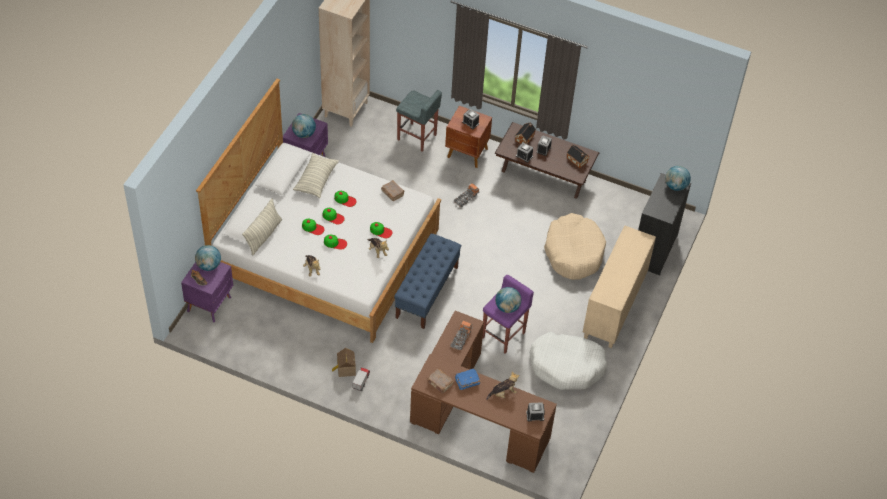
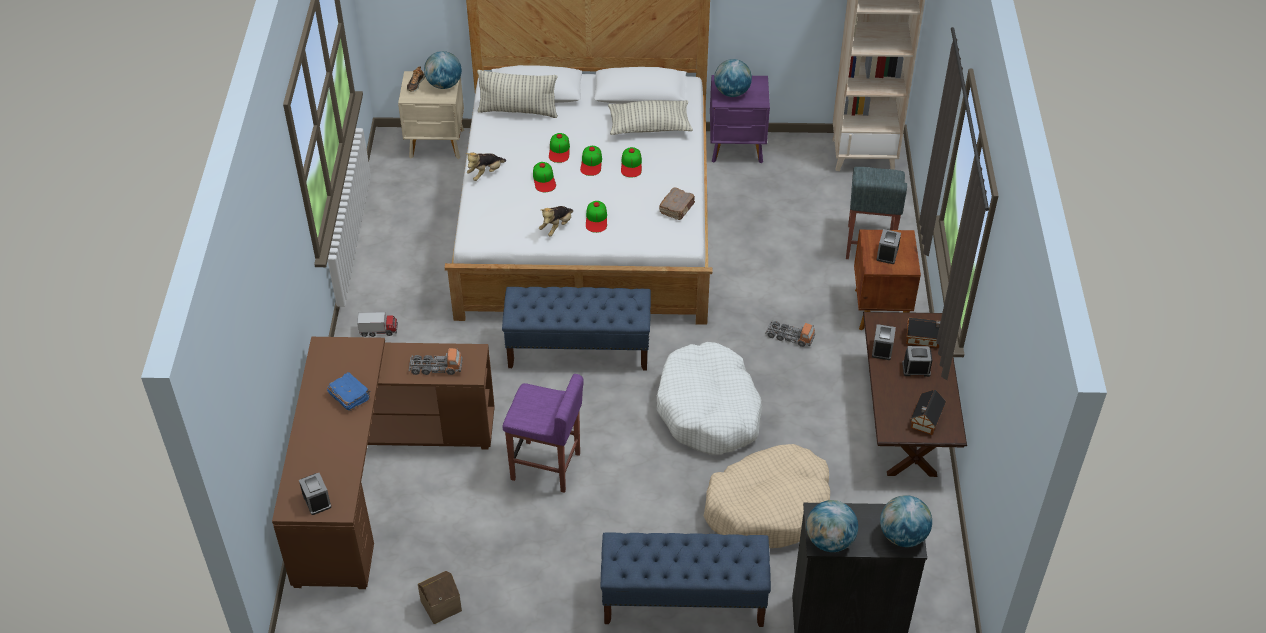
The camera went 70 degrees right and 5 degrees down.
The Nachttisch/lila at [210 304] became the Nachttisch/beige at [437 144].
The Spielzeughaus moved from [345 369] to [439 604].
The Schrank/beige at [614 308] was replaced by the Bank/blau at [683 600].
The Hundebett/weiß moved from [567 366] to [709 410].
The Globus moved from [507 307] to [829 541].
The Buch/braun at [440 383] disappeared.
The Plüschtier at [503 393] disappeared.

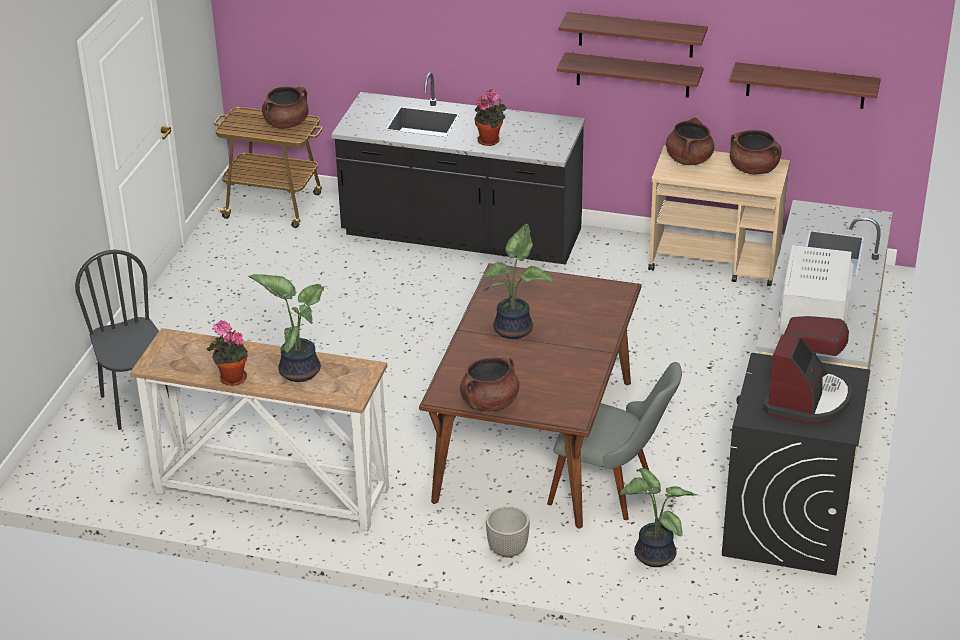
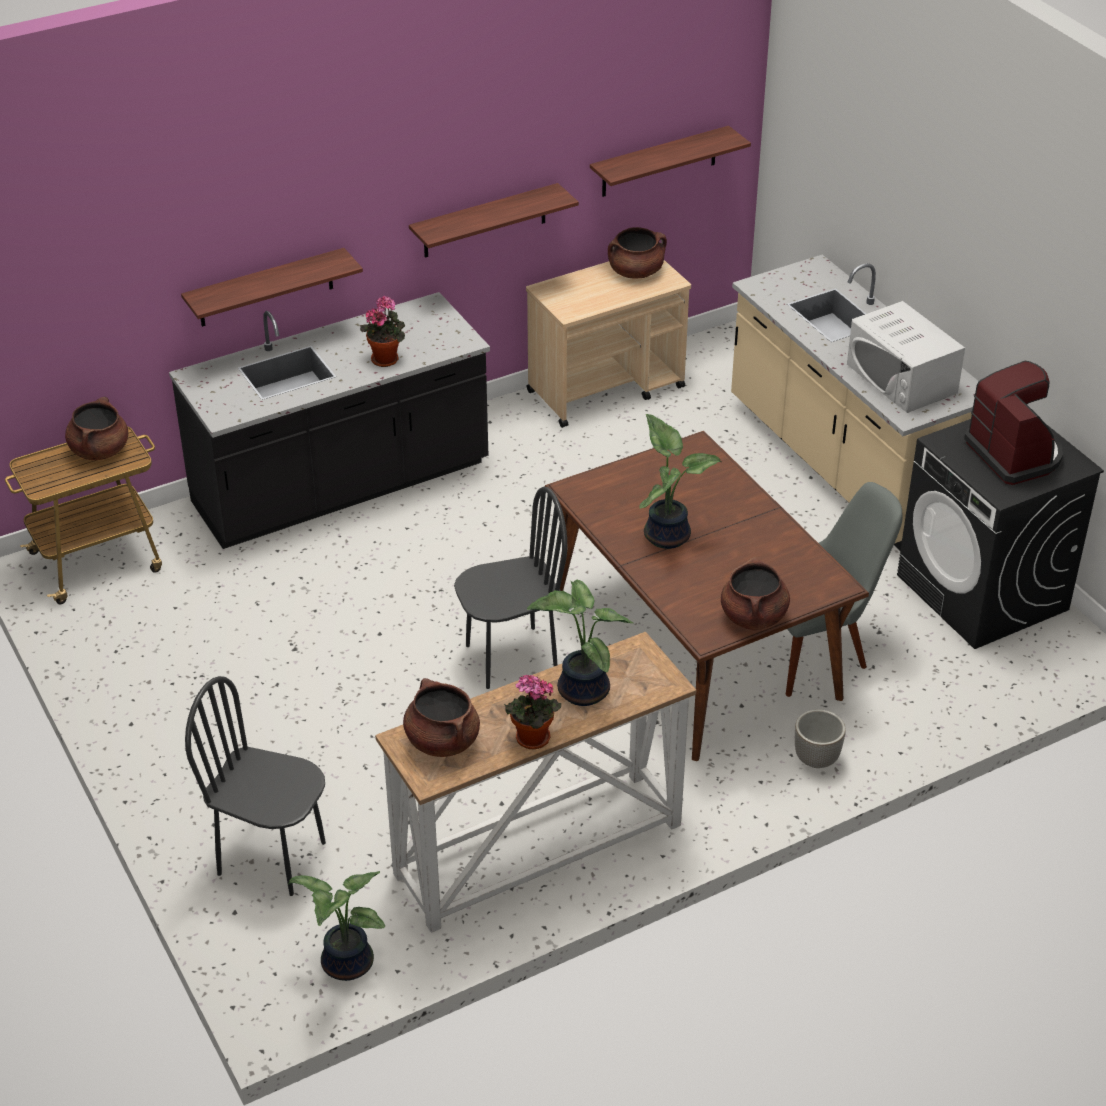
The camera went 45 degrees left and 5 degrees up.
The Wandregal moved from [636 35] to [265 288].
The Topfpflanze moved from [652 555] to [344 964].
The Kochtopf/braun moved from [689 159] to [442 741].
The Stuhl/schwarz at [511 658] appeared.

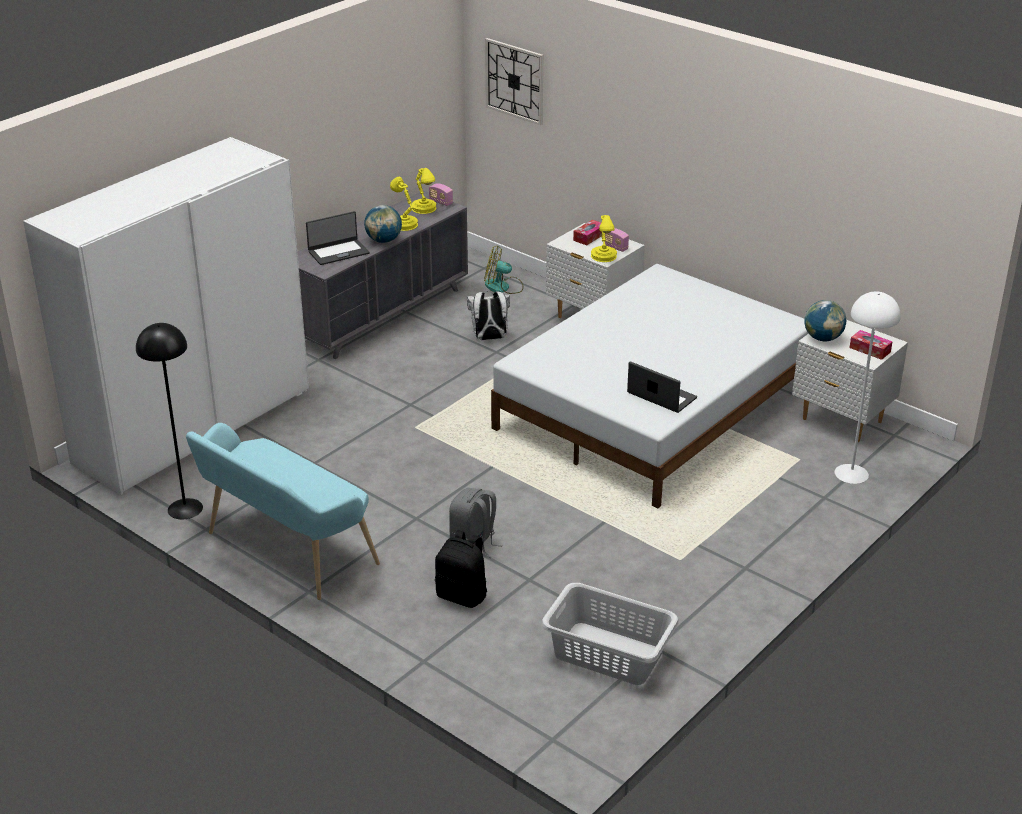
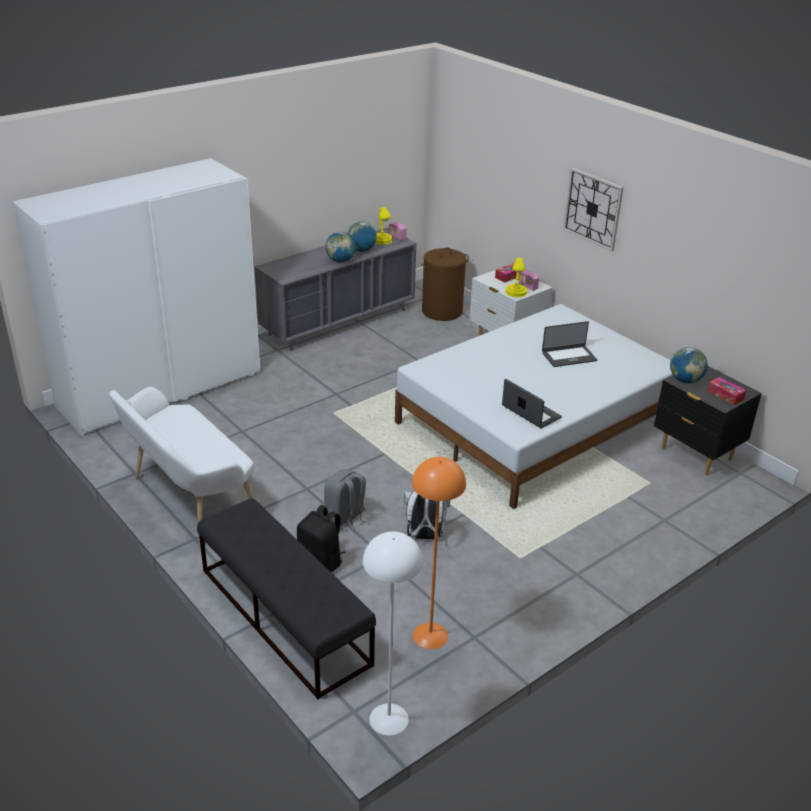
The camera went 10 degrees right and 0 degrees up.
The Bank/türkis at [284 551] became the Bank/weiß at [189 501].
The Bank/schwarz at [283 615] appeared.
The Tischlampe/gelb at [404 224] was replaced by the Globus at [361 250].
The Stehlampe/weiß moved from [851 474] to [389 719].
The Rucksack/weiß moved from [489 338] to [424 536].
The Wäschekorb/grau at [608 653] was replaced by the Stehlampe/orange at [430 635].
The Ventilator at [503 287] was replaced by the Wäschekorb/braun at [442 311].
The Laptop moved from [338 252] to [568 356].
The Wanduhr moved from [514 81] to [593 209].
The Nachttisch/weiß at [841 421] became the Nachttisch/schwarz at [695 454].
The Stehlampe/schwarz at [184 508] disappeared.

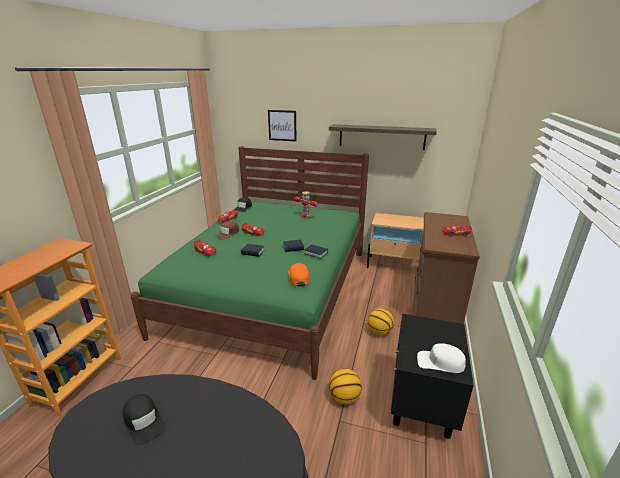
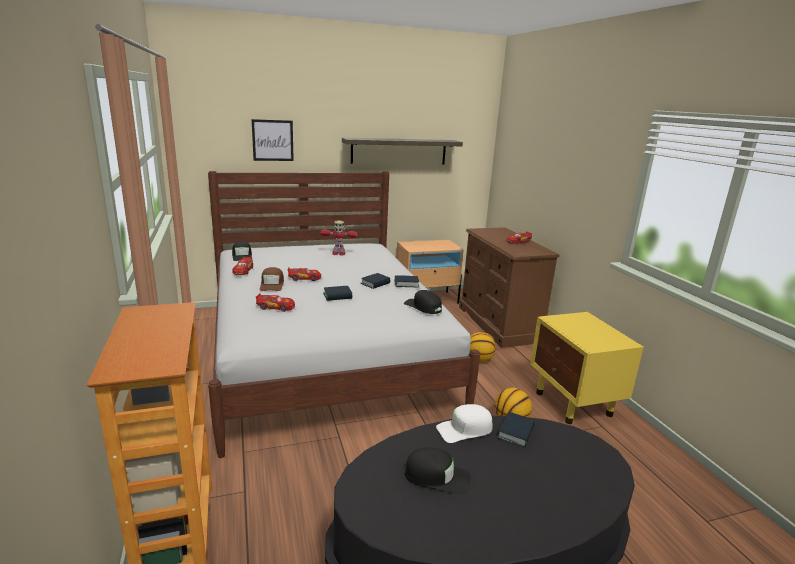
The camera went 35 degrees left and 5 degrees down.
The Bett/grün at [272 289] became the Bett/weiß at [324 354].
The Kappe/orange at [298 277] became the Kappe/schwarz at [423 307].
The Kappe/weiß moved from [440 362] to [465 429].
The Buch at [516 433] appeared.
The Nachttisch/schwarz at [421 408] became the Nachttisch/gelb at [574 404].

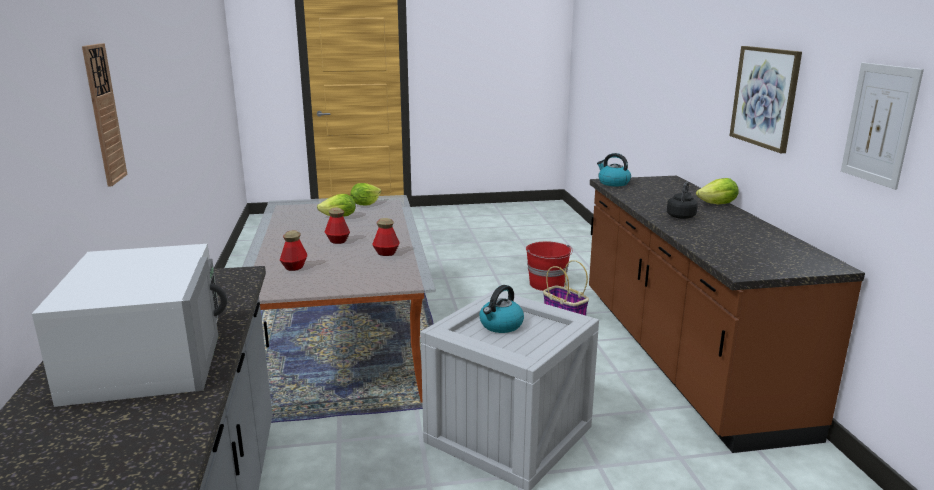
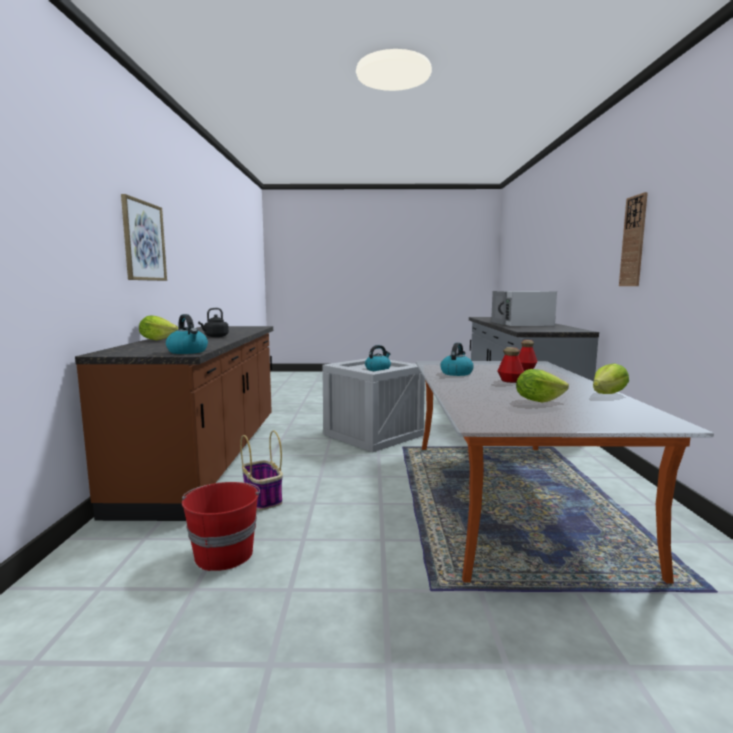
The camera went 170 degrees left and 10 degrees down.
The Flasche at [386 253] was replaced by the Wasserkessel at [456 373].
The Salatkopf moved from [365 204] to [608 394].
The Bild at [879 124] disappeared.

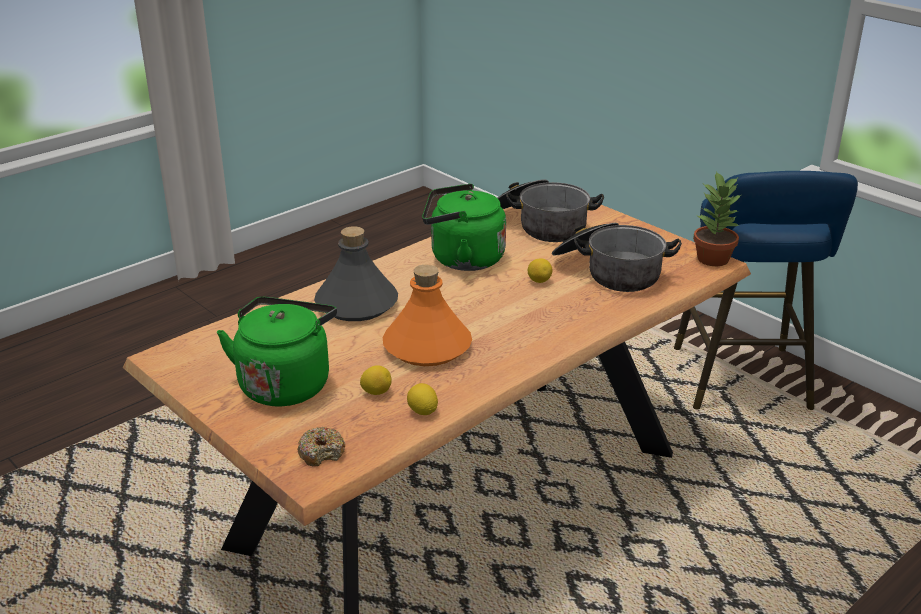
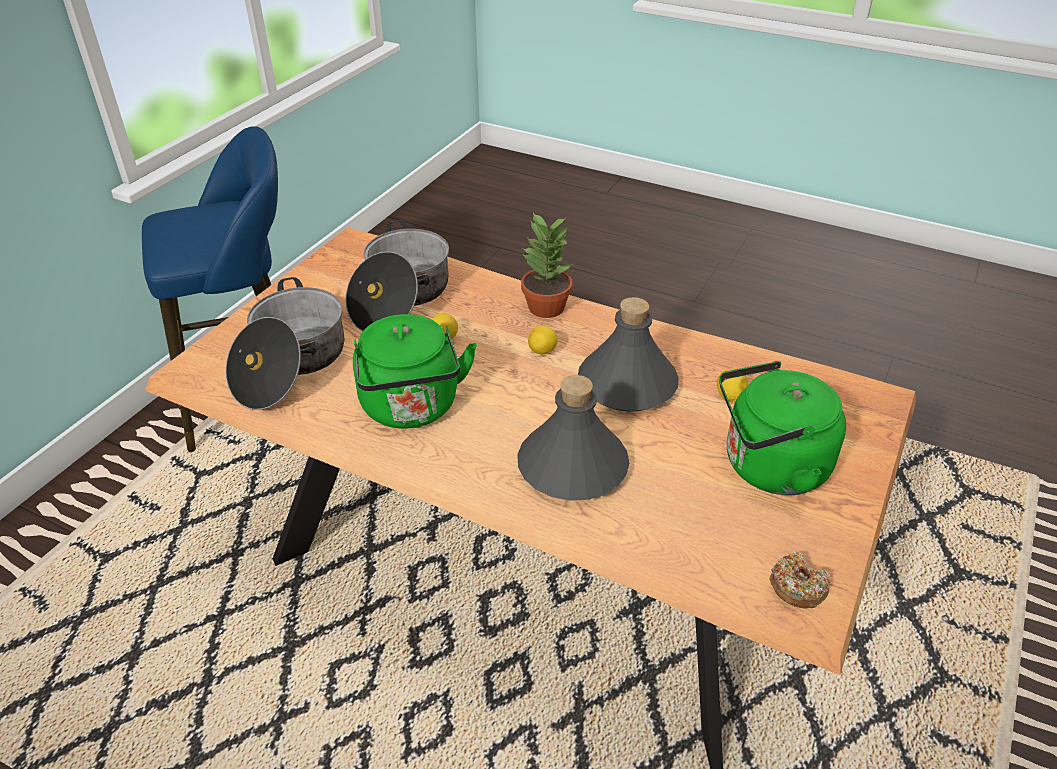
The camera went 110 degrees left and 10 degrees up.
The Topfpflanze moved from [713 258] to [545 307].
The Zitrone moved from [422 411] to [543 351].
The Flasche/orange at [427 346] became the Flasche/grau at [626 385].
The Donut moved from [322 453] to [797 587].

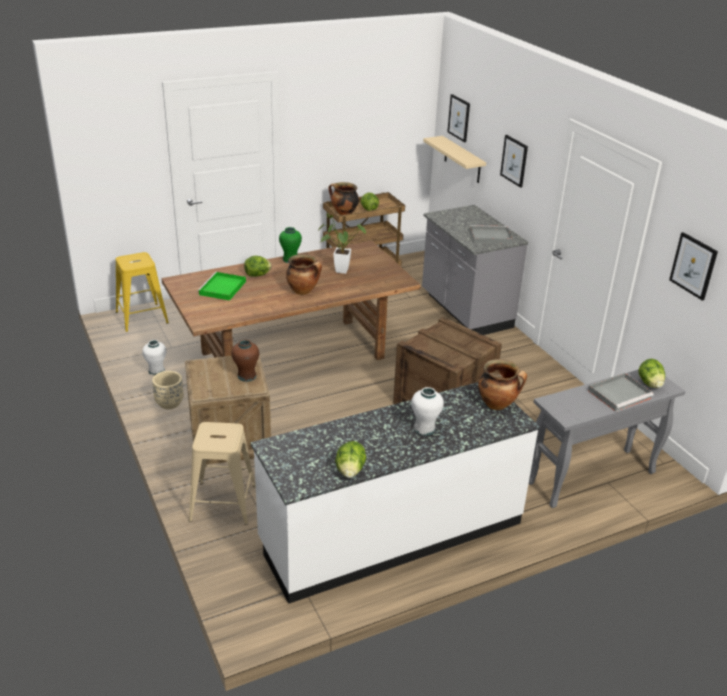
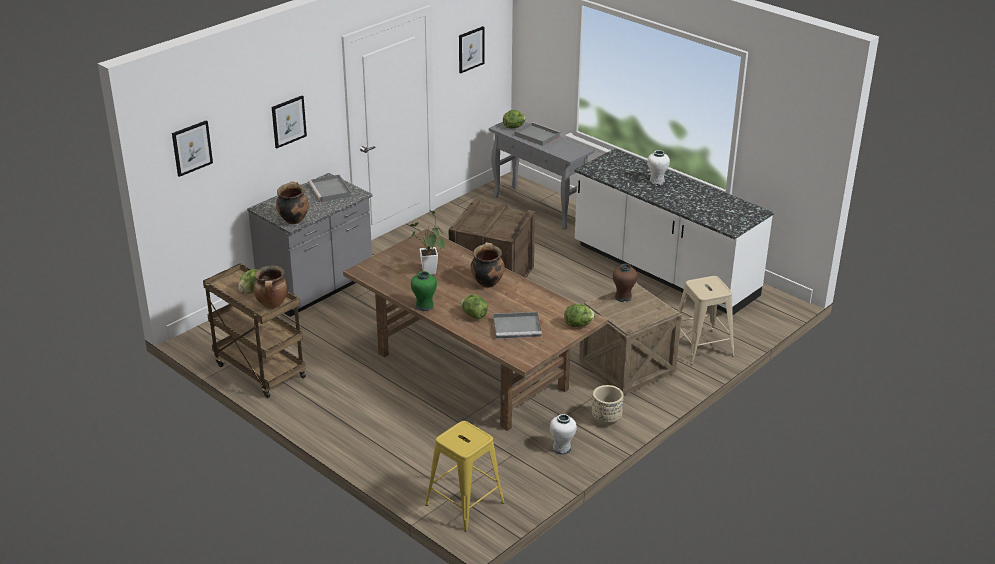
The camera went 110 degrees left and 0 degrees up.
The Kochtopf moved from [498 404] to [293 219].
The Tablett/grün at [222 288] became the Tablett/grau at [518 327].
The Salatkopf moved from [350 471] to [579 325].
The Wandregal/beige at [462 160] disappeared.

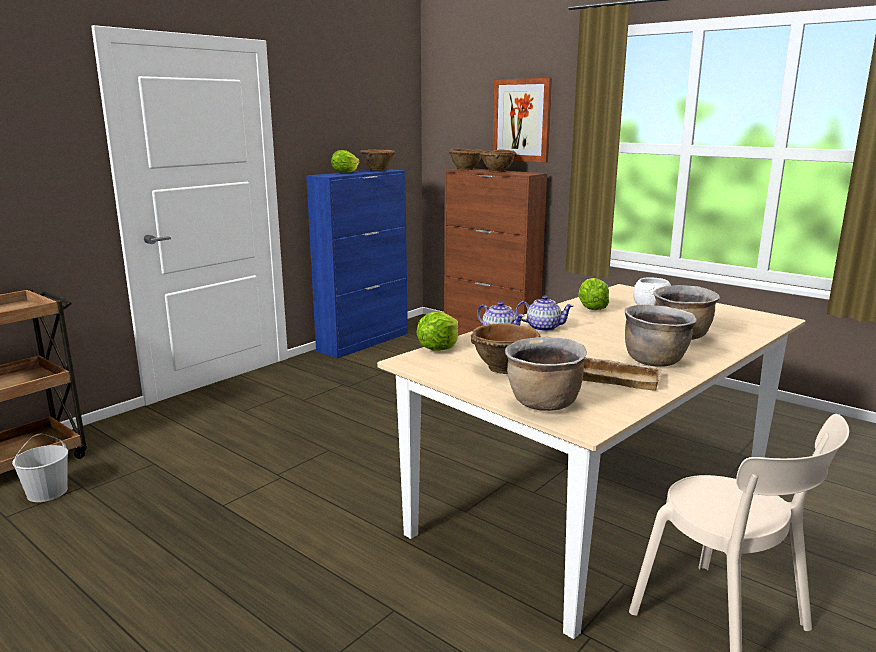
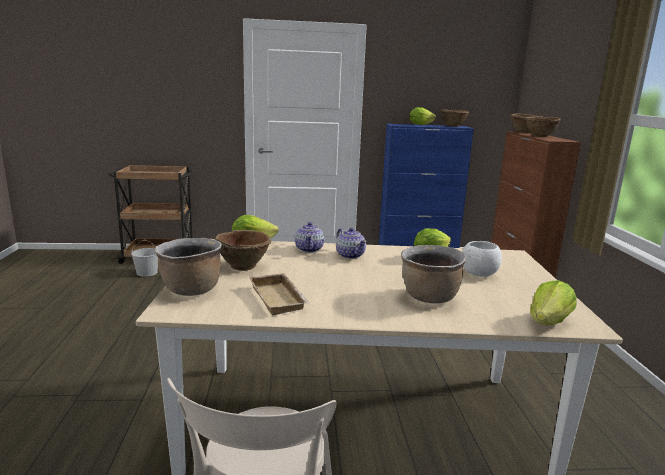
The camera went 45 degrees right and 0 degrees up.
The Salatkopf at [549 322] appeared.
The Bild at [522 120] disappeared.
The Kochtopf/braun at [655 361] disappeared.

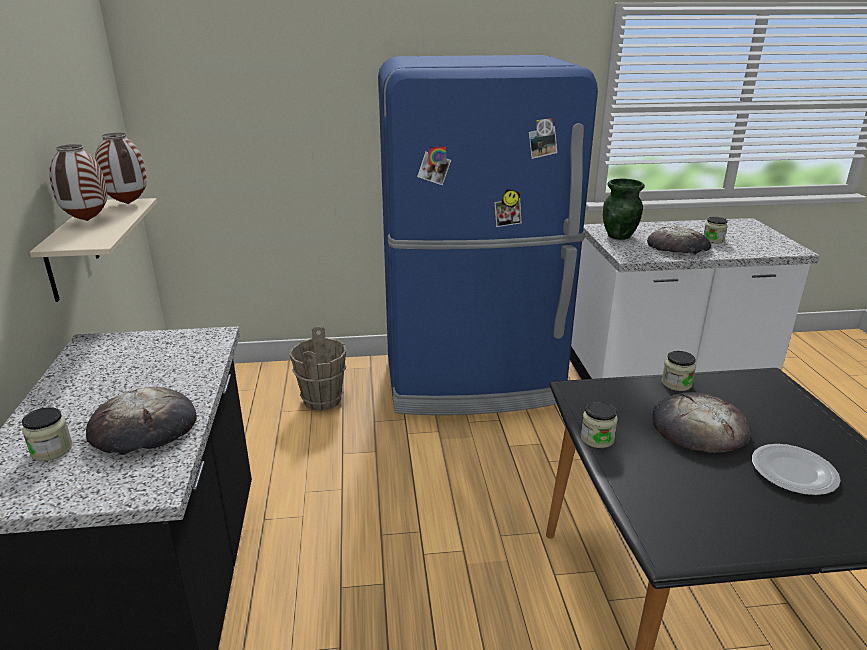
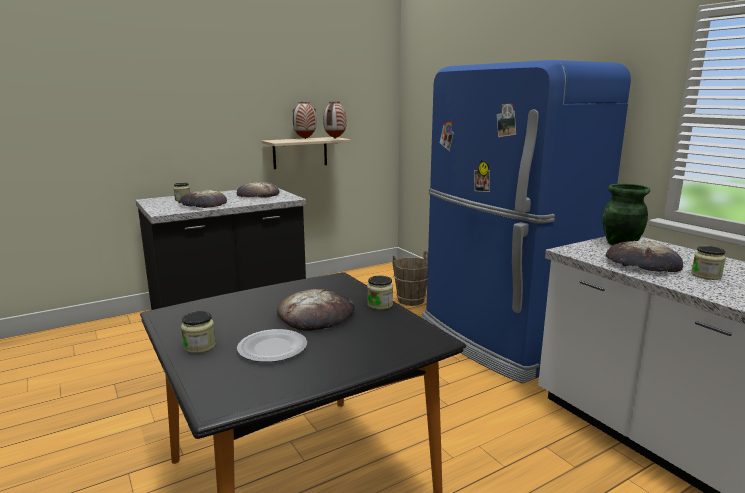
The camera went 65 degrees right and 10 degrees down.
The Vorratsglas moved from [597 438] to [199 346].
The Brot at [258 194] appeared.

